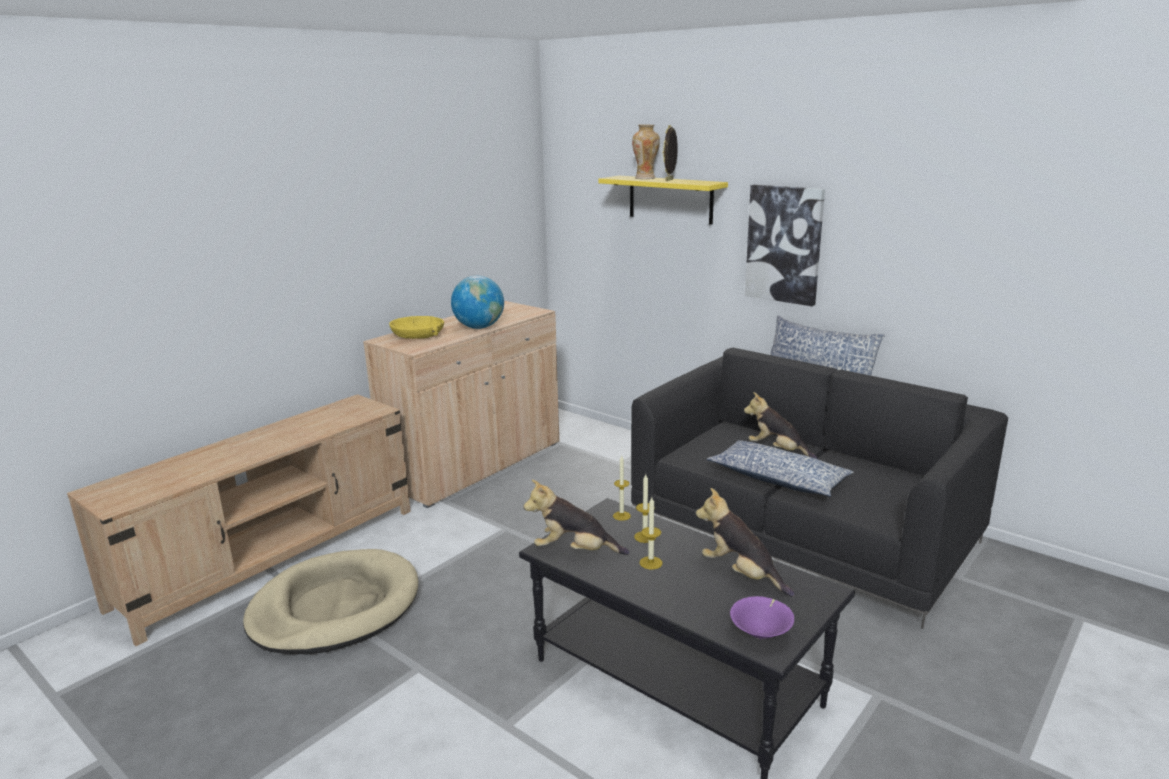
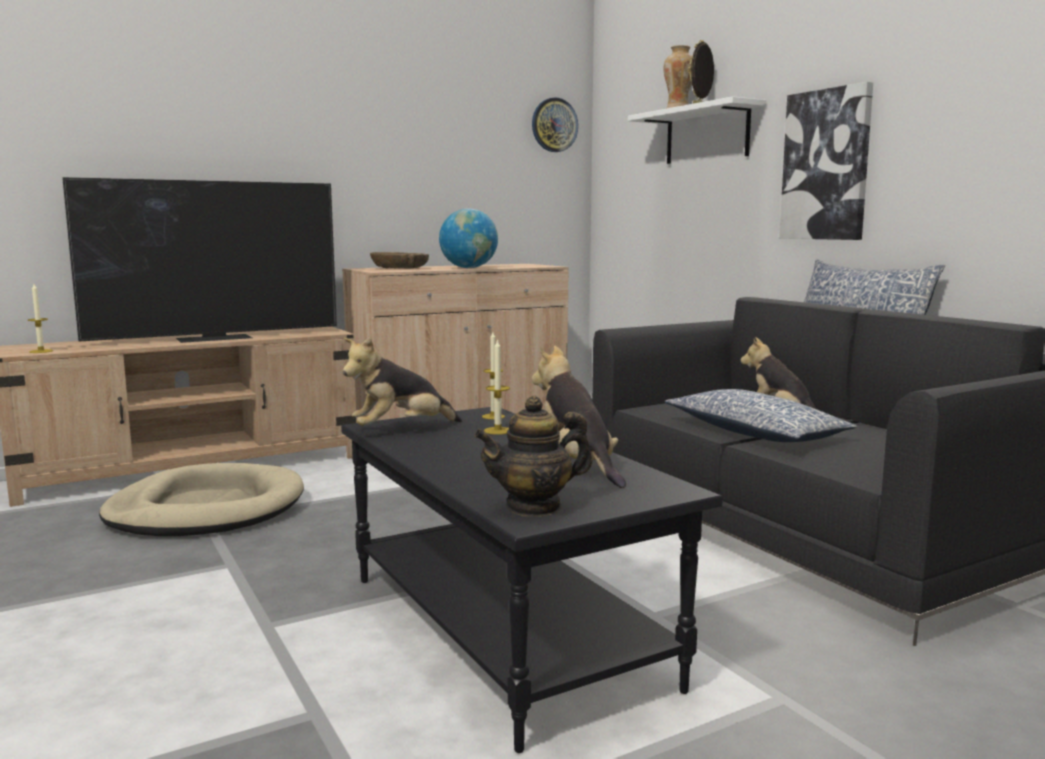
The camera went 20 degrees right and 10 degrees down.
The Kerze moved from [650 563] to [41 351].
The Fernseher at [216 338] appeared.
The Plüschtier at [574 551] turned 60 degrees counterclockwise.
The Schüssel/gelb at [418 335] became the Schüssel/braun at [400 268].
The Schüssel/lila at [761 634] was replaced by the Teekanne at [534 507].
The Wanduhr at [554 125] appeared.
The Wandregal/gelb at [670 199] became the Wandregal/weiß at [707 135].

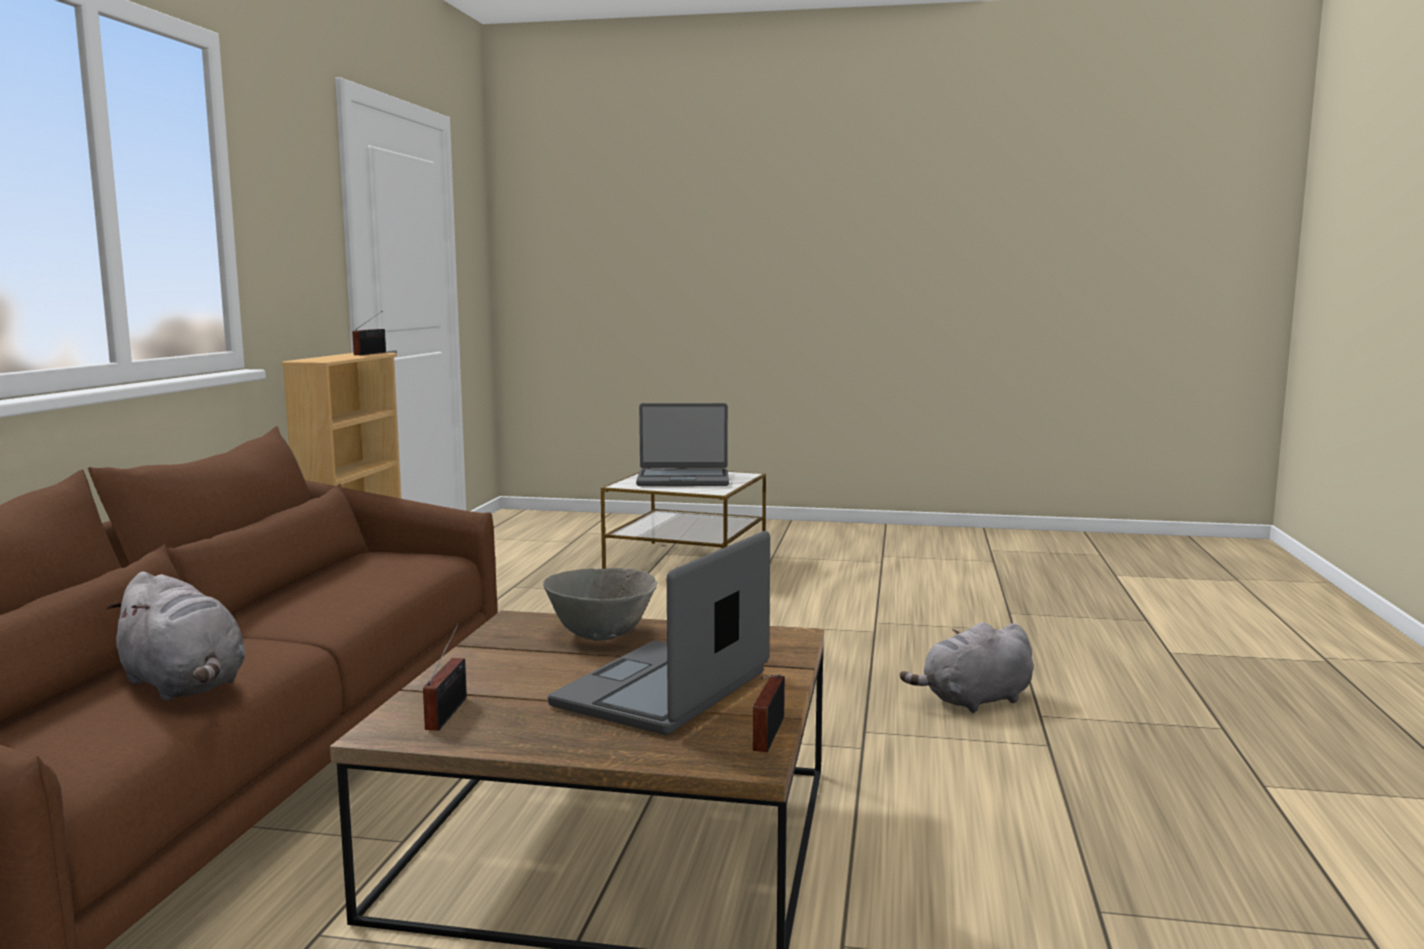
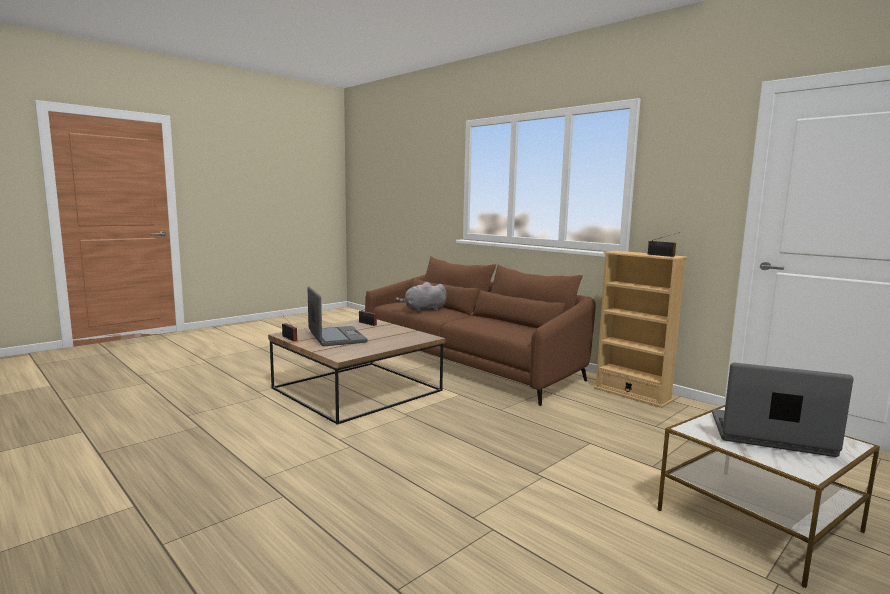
The camera went 125 degrees right and 0 degrees up.
The Laptop at [683 479] turned 75 degrees clockwise.
The Schüssel/grau at [600 634] disappeared.
The Plüschtier/grau at [974 701] disappeared.

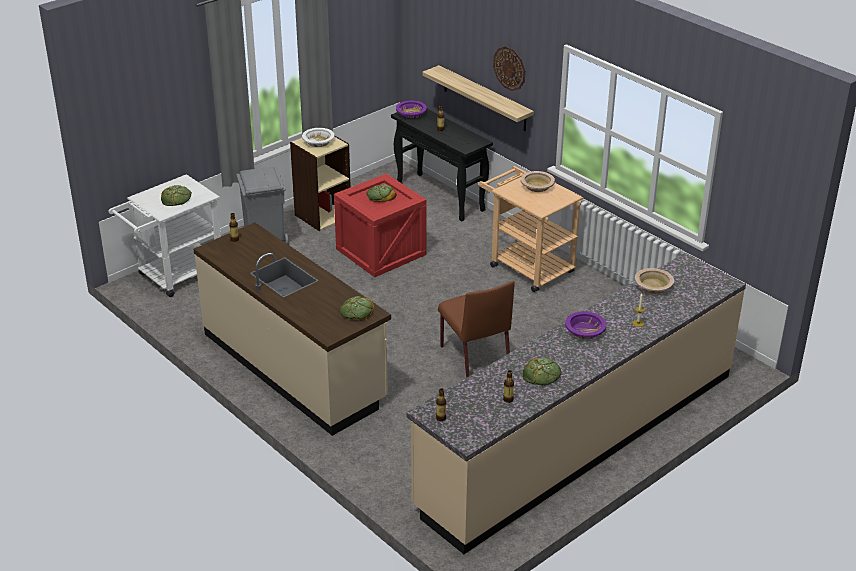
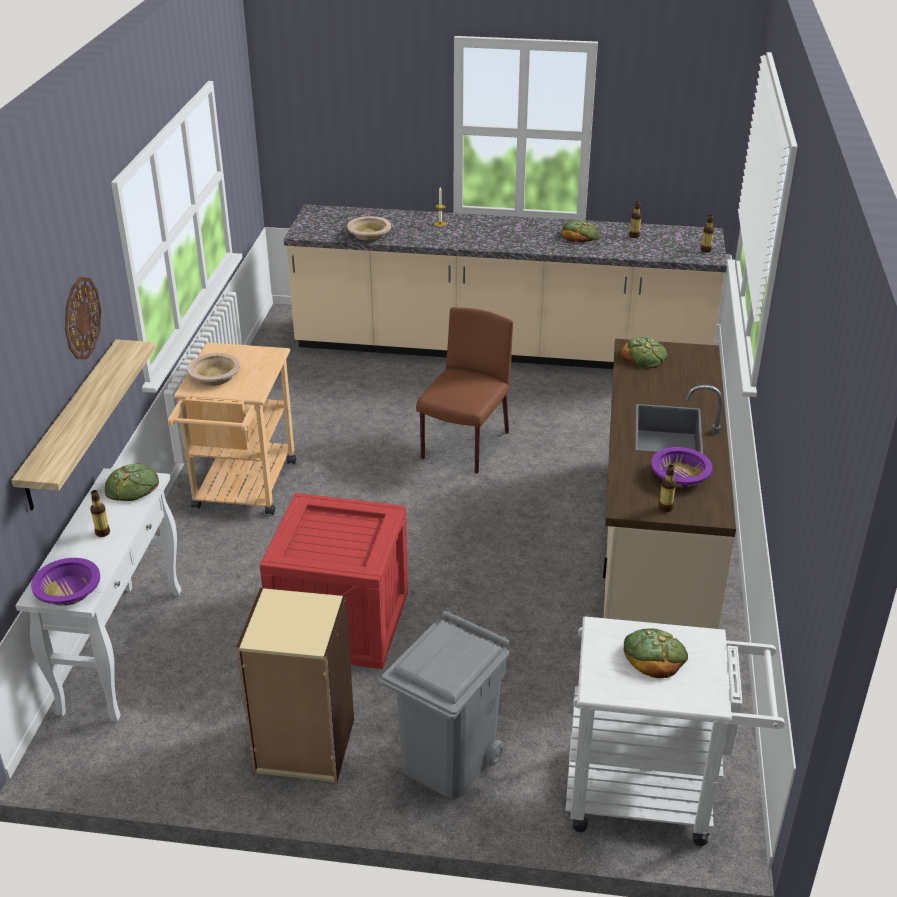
The camera went 130 degrees left and 0 degrees up.
The Konsolentisch/schwarz at [441 197] became the Konsolentisch/weiß at [122 649].
The Brot moved from [380 196] to [132 487].
The Schüssel/lila moved from [585 331] to [680 475].
The Schüssel/weiß at [318 141] disappeared.

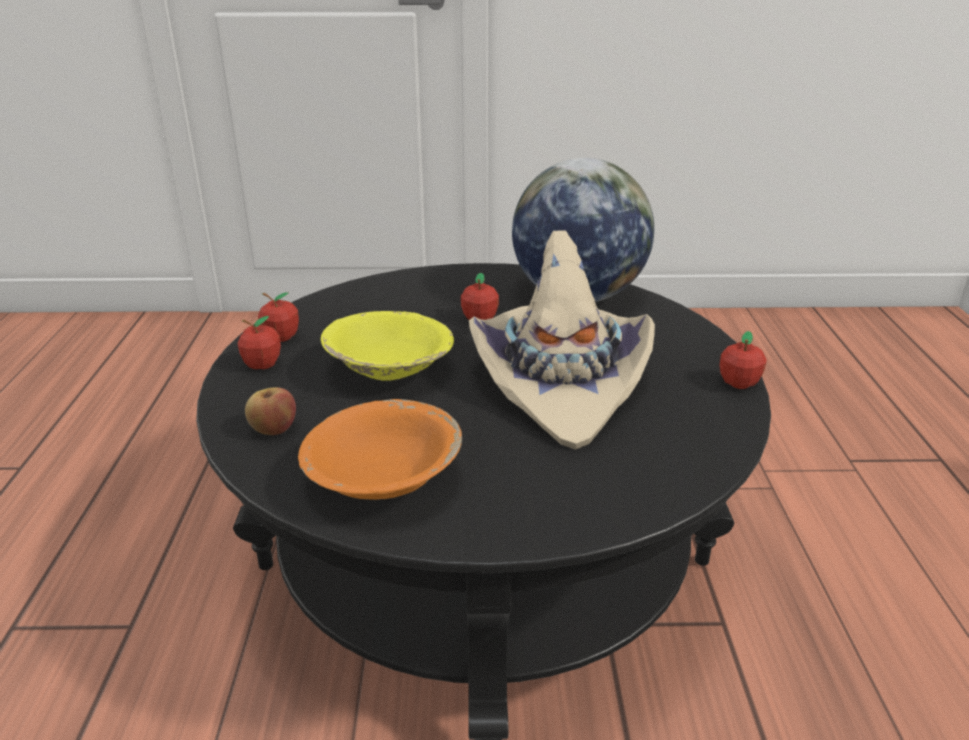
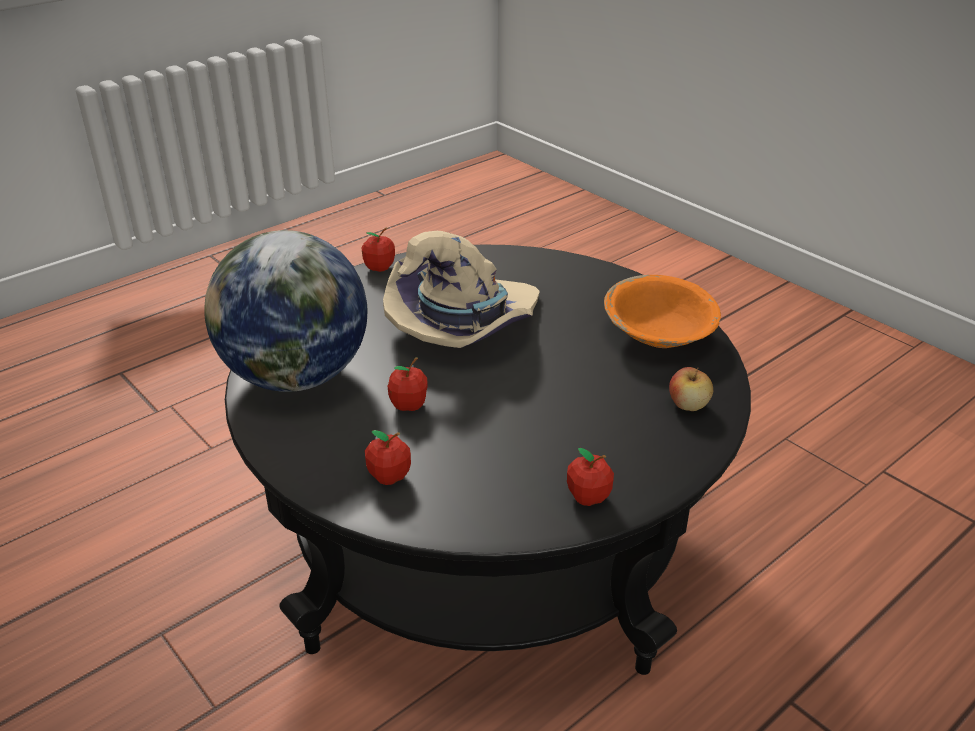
The camera went 130 degrees left and 5 degrees up.
The Apfel moved from [262 365] to [389 477].
The Schüssel/gelb at [390 370] disappeared.

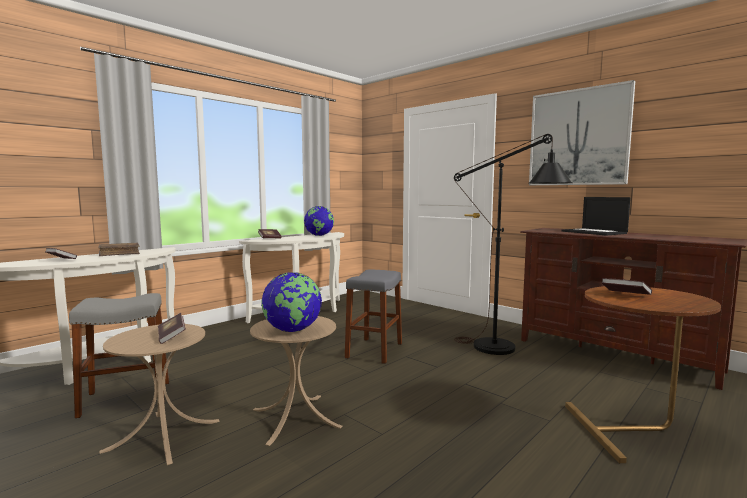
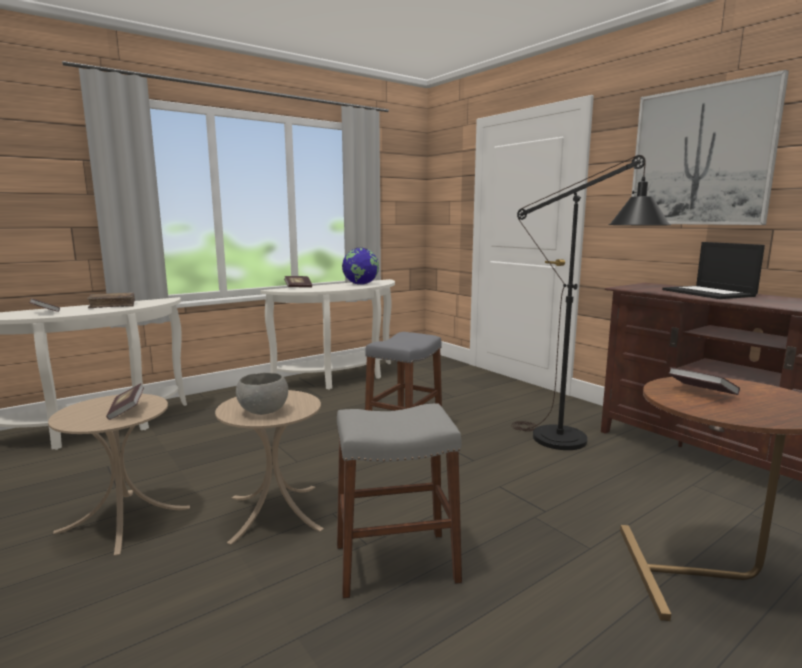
The camera went 10 degrees right and 5 degrees up.
The Globus at [292 330] was replaced by the Schüssel/grau at [263 412].
The Hocker/grau moved from [126 399] to [395 563].

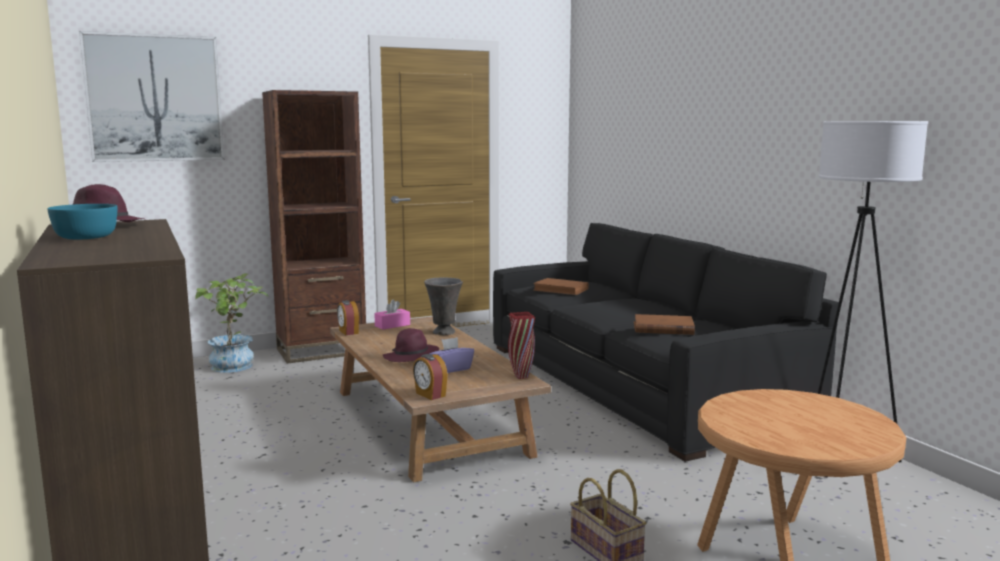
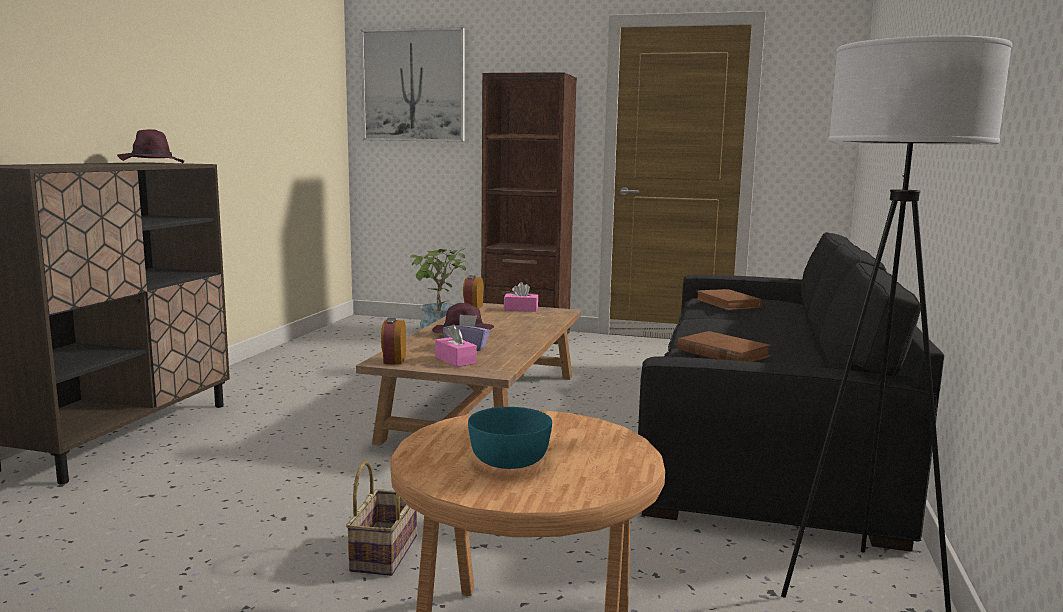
The camera went 40 degrees right and 0 degrees up.
The Taschentuchbox/rosa at [455 360] appeared.
The Schüssel/türkis moved from [85 237] to [508 460].
The Vase/grau at [444 333] disappeared.
The Vase/rot at [521 377] disappeared.

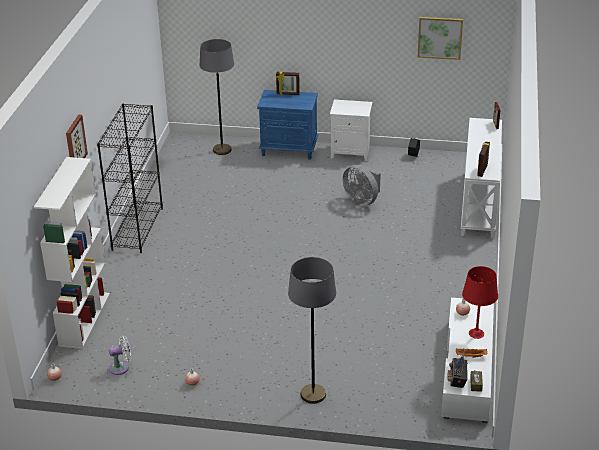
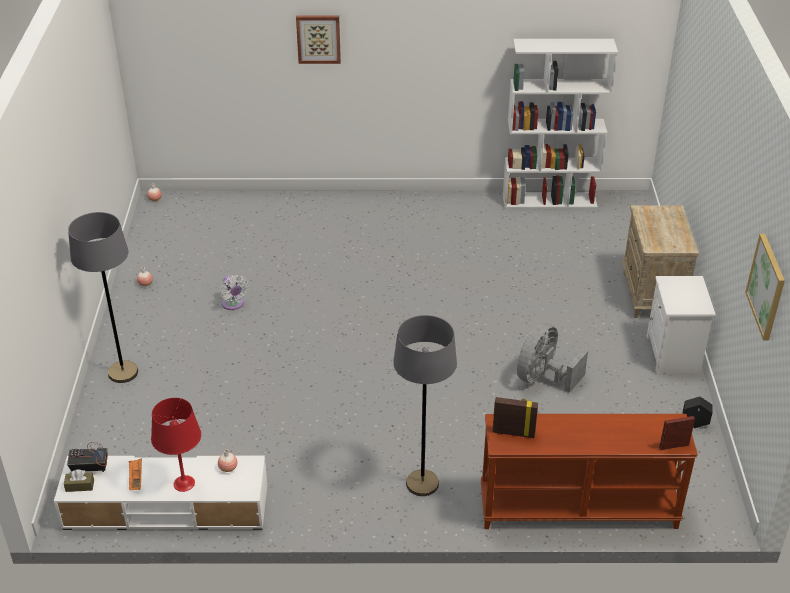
The camera went 80 degrees right and 5 degrees up.
The Ventilator/weiß moved from [121 367] to [233 304].
The Stehlampe/grau moved from [222 150] to [422 484].
The Konsolentisch/weiß at [479 204] became the Konsolentisch/braun at [577 510].
The Bücherregal/weiß moved from [84 319] to [550 200].
The Nachttisch/blau at [289 149] became the Nachttisch/beige at [652 295].
The Bücherregal/schwarz at [137 228] disappeared.
The Bilderrahmen at [288 94] disappeared.

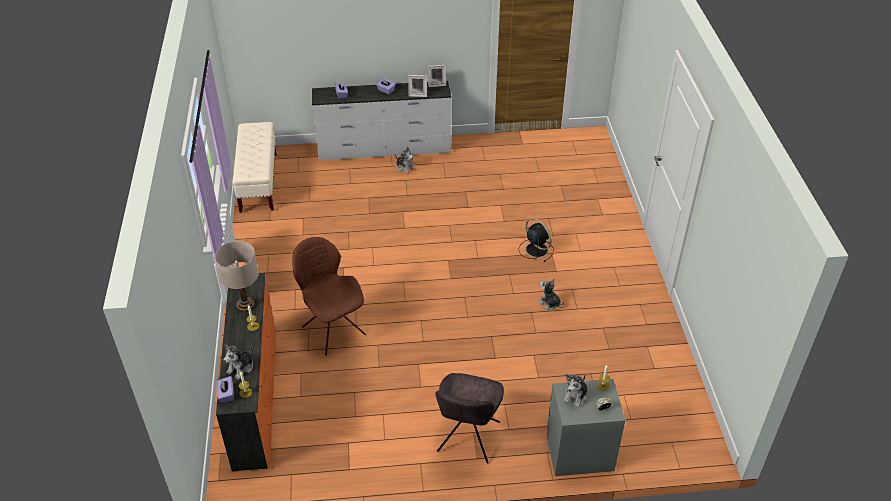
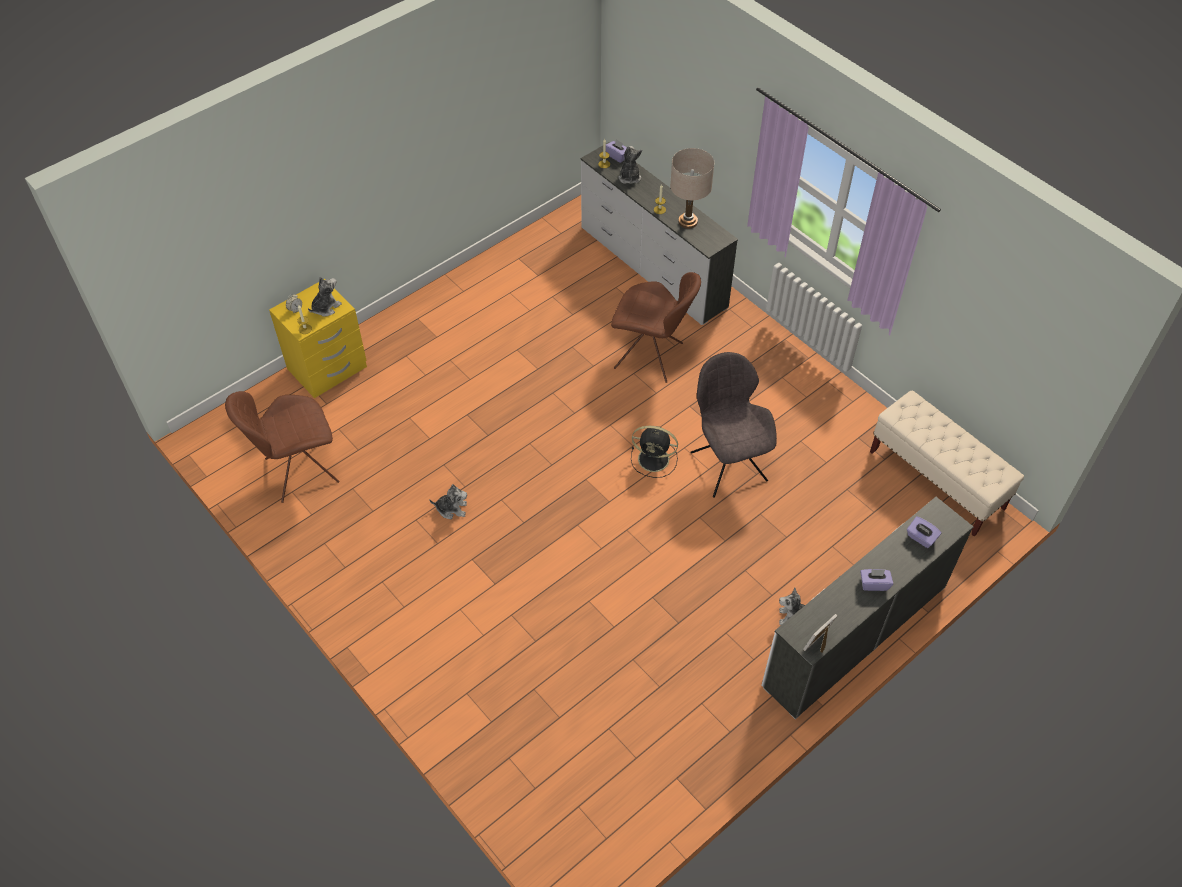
The camera went 145 degrees right and 10 degrees up.
The Stuhl/braun at [298 471] appeared.
The Nachttisch/grau at [579 452] became the Nachttisch/gelb at [328 369].
The Plüschtier at [576 396] turned 45 degrees clockwise.
The Kommode/orange at [256 397] became the Kommode/weiß at [652 267].
The Ventilator/schwarz moved from [536 249] to [655 459].
The Stuhl/grau moved from [467 439] to [727 464].
The Bilderrahmen at [418 94] disappeared.

